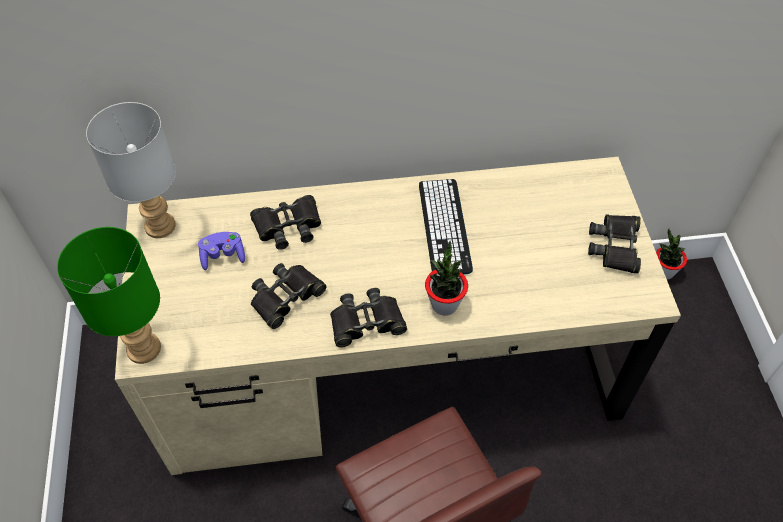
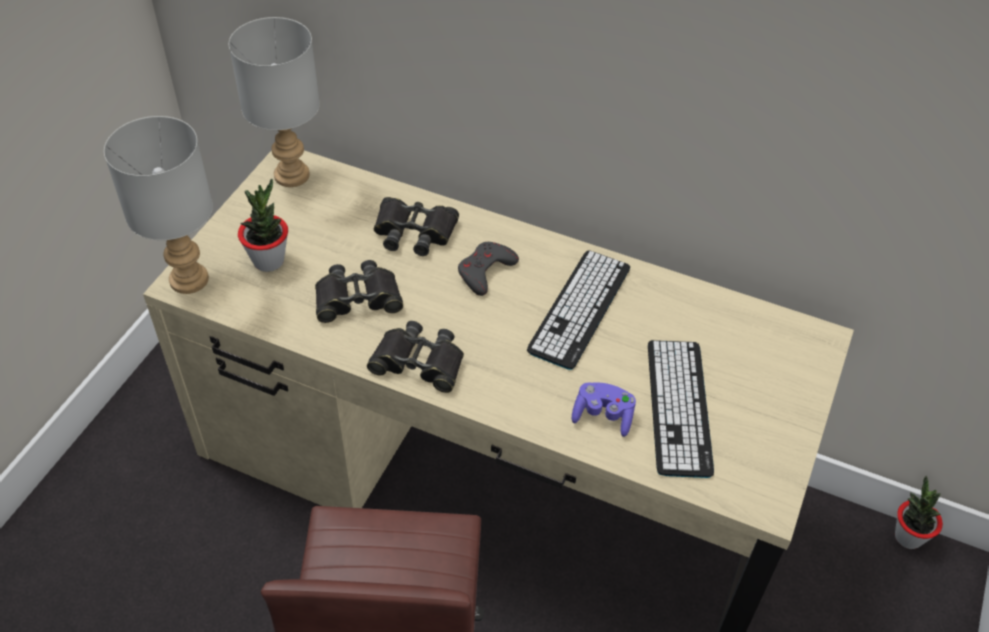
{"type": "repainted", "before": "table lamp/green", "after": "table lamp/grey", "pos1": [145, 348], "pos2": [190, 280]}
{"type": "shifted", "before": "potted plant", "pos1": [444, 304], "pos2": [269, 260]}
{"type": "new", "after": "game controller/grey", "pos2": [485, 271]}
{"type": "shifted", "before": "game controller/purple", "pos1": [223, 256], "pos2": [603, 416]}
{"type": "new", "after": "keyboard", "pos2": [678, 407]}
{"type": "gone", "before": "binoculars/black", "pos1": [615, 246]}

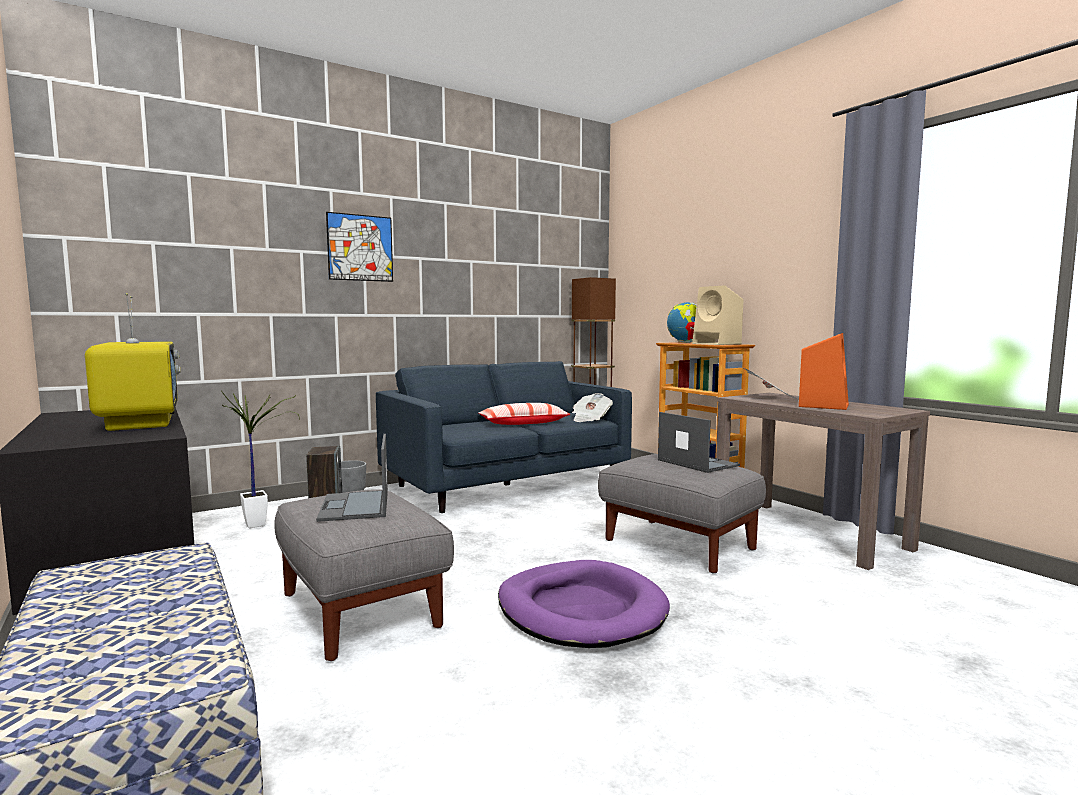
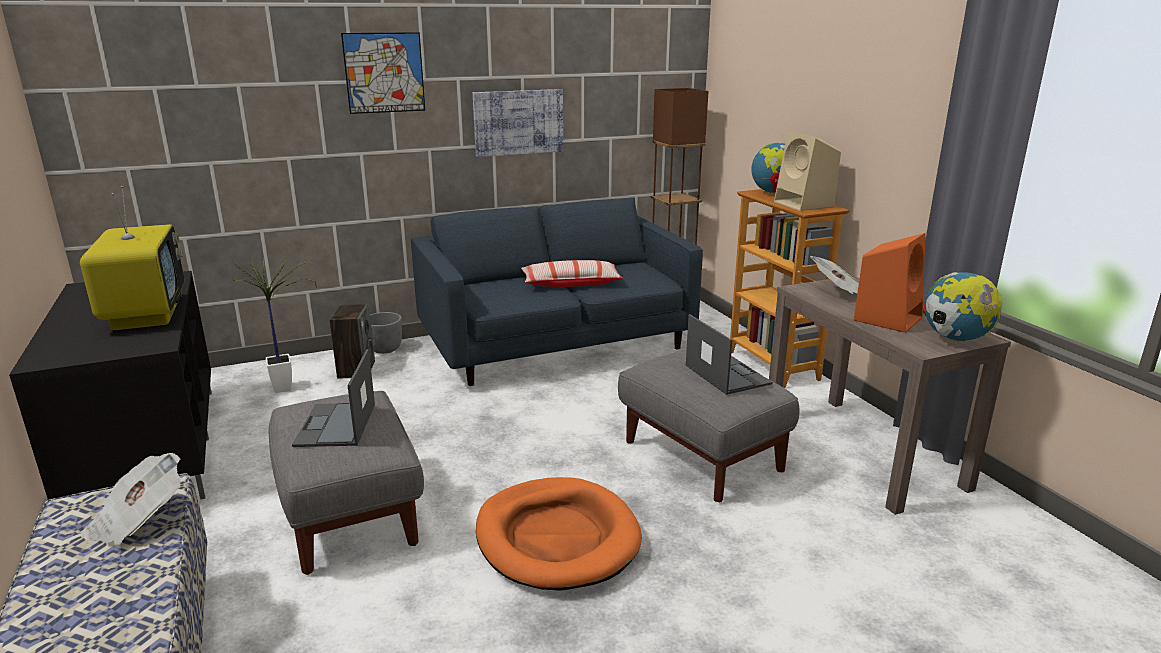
{"type": "shifted", "before": "newspaper", "pos1": [590, 419], "pos2": [137, 520]}
{"type": "new", "after": "picture", "pos2": [518, 122]}
{"type": "repainted", "before": "dog bed/purple", "after": "dog bed/orange", "pos1": [581, 610], "pos2": [557, 538]}
{"type": "new", "after": "globe", "pos2": [954, 339]}

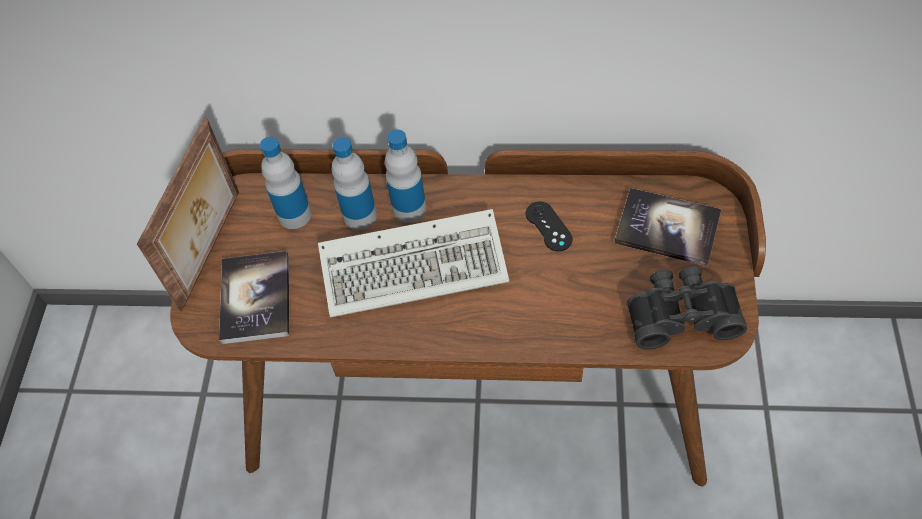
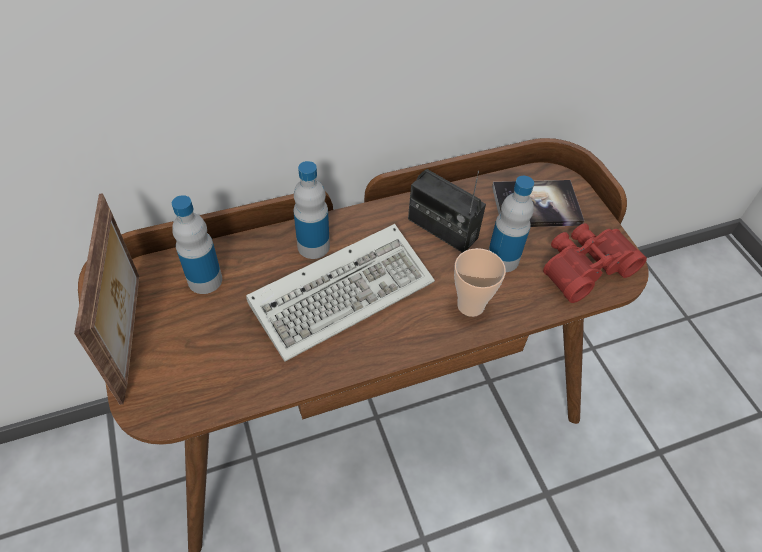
{"type": "swapped", "before": "game controller/black", "after": "radio", "pos1": [548, 226], "pos2": [442, 229]}
{"type": "new", "after": "cup", "pos2": [470, 305]}
{"type": "shifted", "before": "bottle", "pos1": [360, 215], "pos2": [502, 259]}
{"type": "repainted", "before": "binoculars/black", "after": "binoculars/red", "pos1": [680, 313], "pos2": [584, 267]}
{"type": "gone", "before": "book", "pos1": [255, 298]}

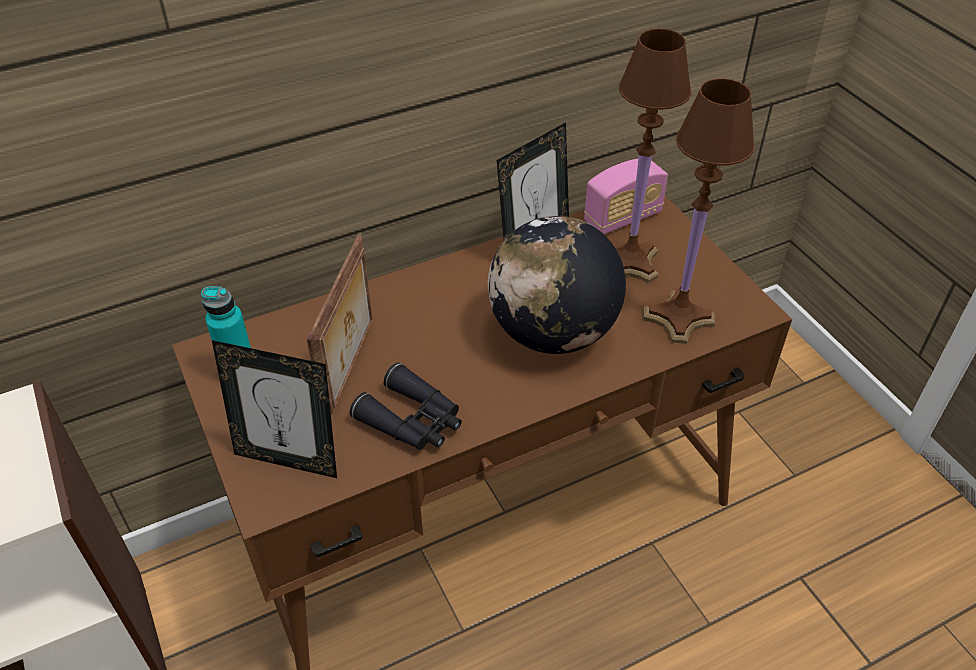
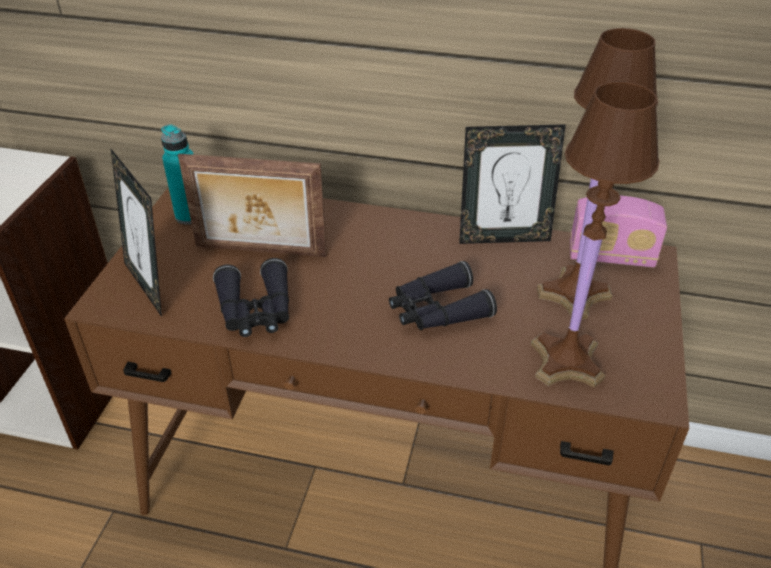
{"type": "rotated", "before": "picture frame", "pos1": [351, 369], "pos2": [260, 252], "turn": 45}
{"type": "swapped", "before": "globe", "after": "binoculars/black", "pos1": [552, 333], "pos2": [437, 310]}

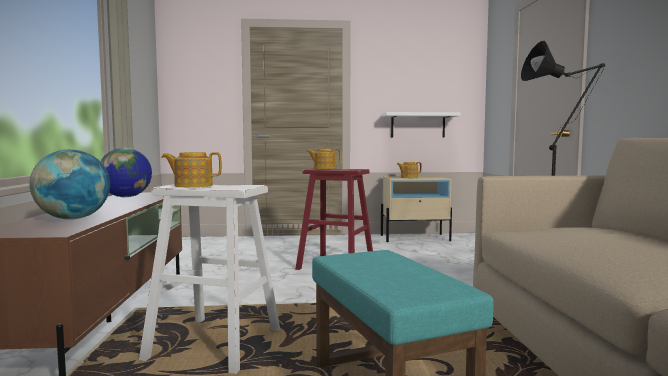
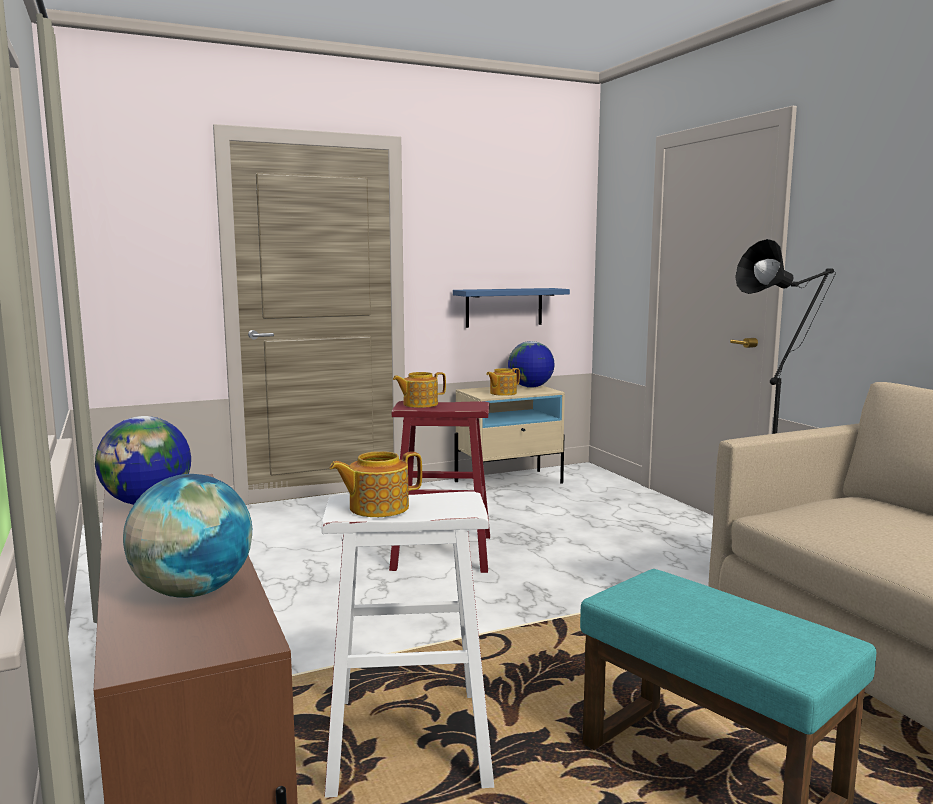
{"type": "repainted", "before": "shelf/white", "after": "shelf/blue", "pos1": [418, 125], "pos2": [504, 307]}
{"type": "new", "after": "globe", "pos2": [530, 387]}

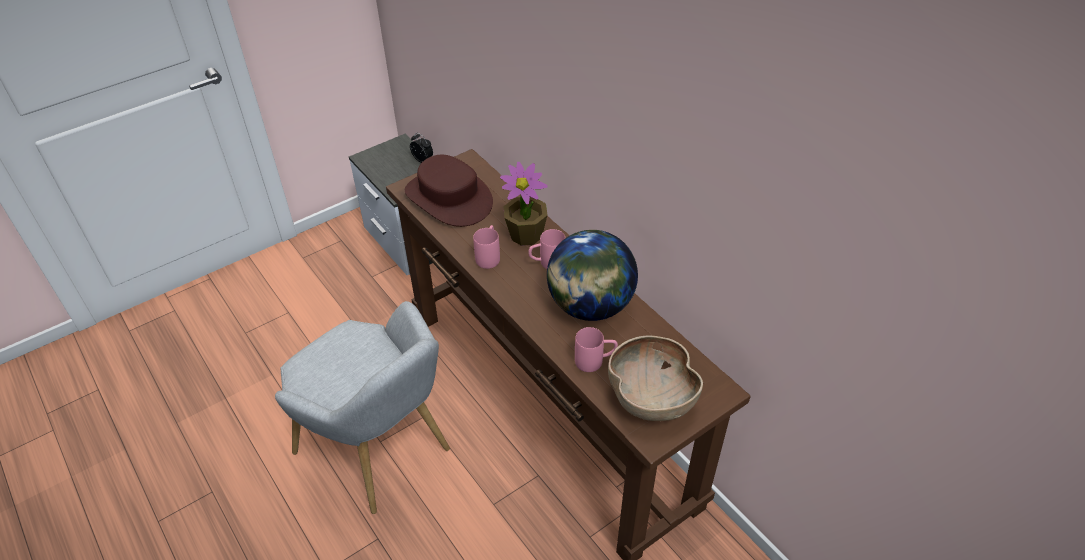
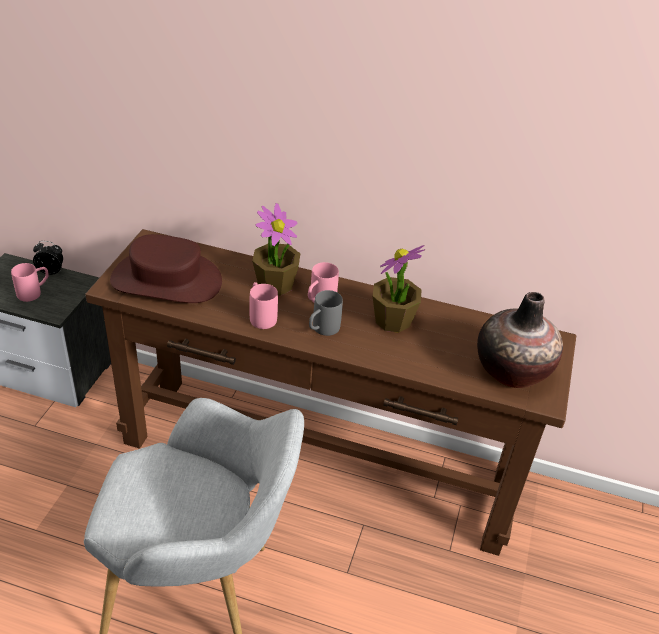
{"type": "shifted", "before": "mug/pink", "pos1": [595, 361], "pos2": [34, 292]}
{"type": "new", "after": "mug/grey", "pos2": [322, 330]}
{"type": "swapped", "before": "globe", "after": "potted plant", "pos1": [590, 306], "pos2": [393, 321]}
{"type": "swapped", "before": "bowl/brown", "after": "vase", "pos1": [650, 397], "pos2": [512, 370]}

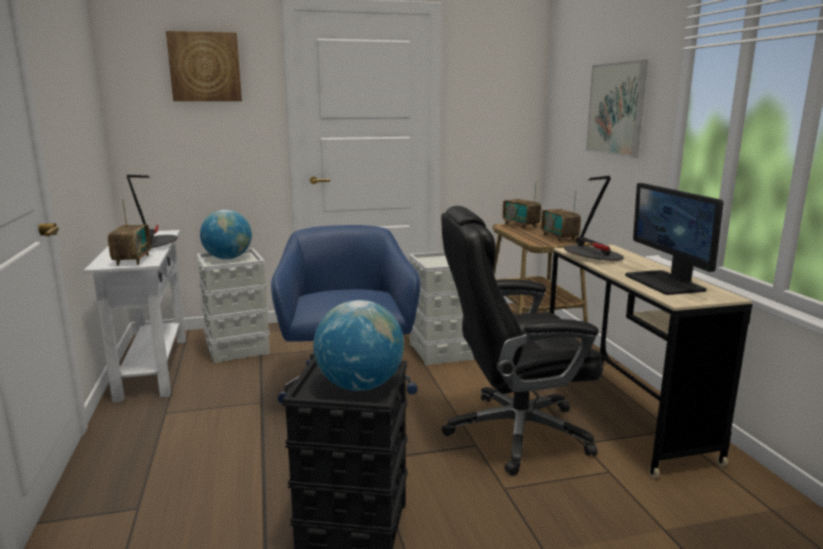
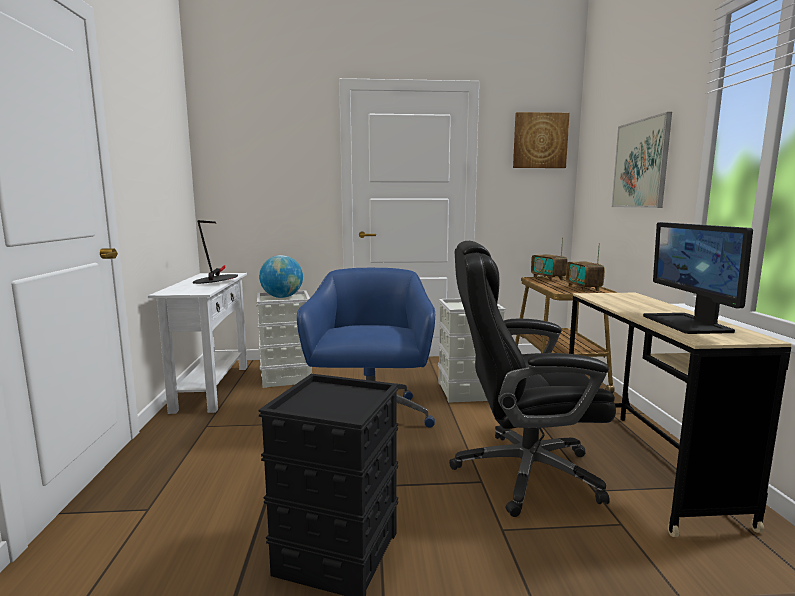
{"type": "shifted", "before": "picture", "pos1": [205, 67], "pos2": [540, 141]}
{"type": "gone", "before": "radio", "pos1": [132, 260]}
{"type": "gone", "before": "globe", "pos1": [360, 386]}
{"type": "gone", "before": "table lamp", "pos1": [593, 256]}

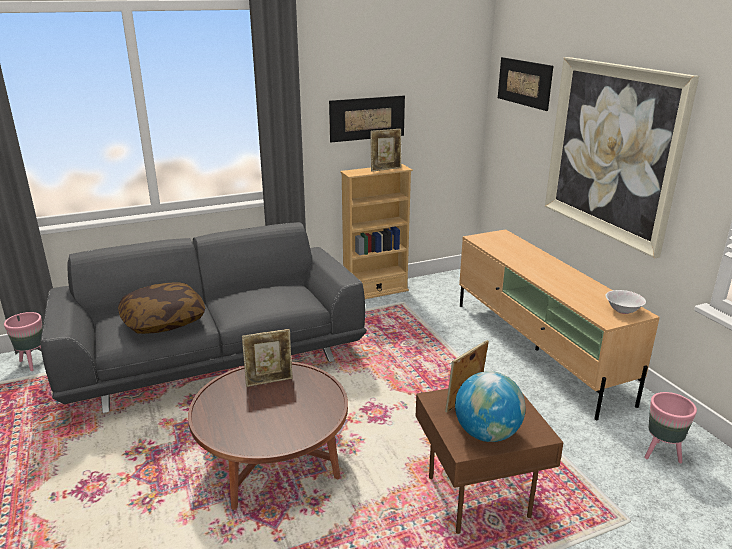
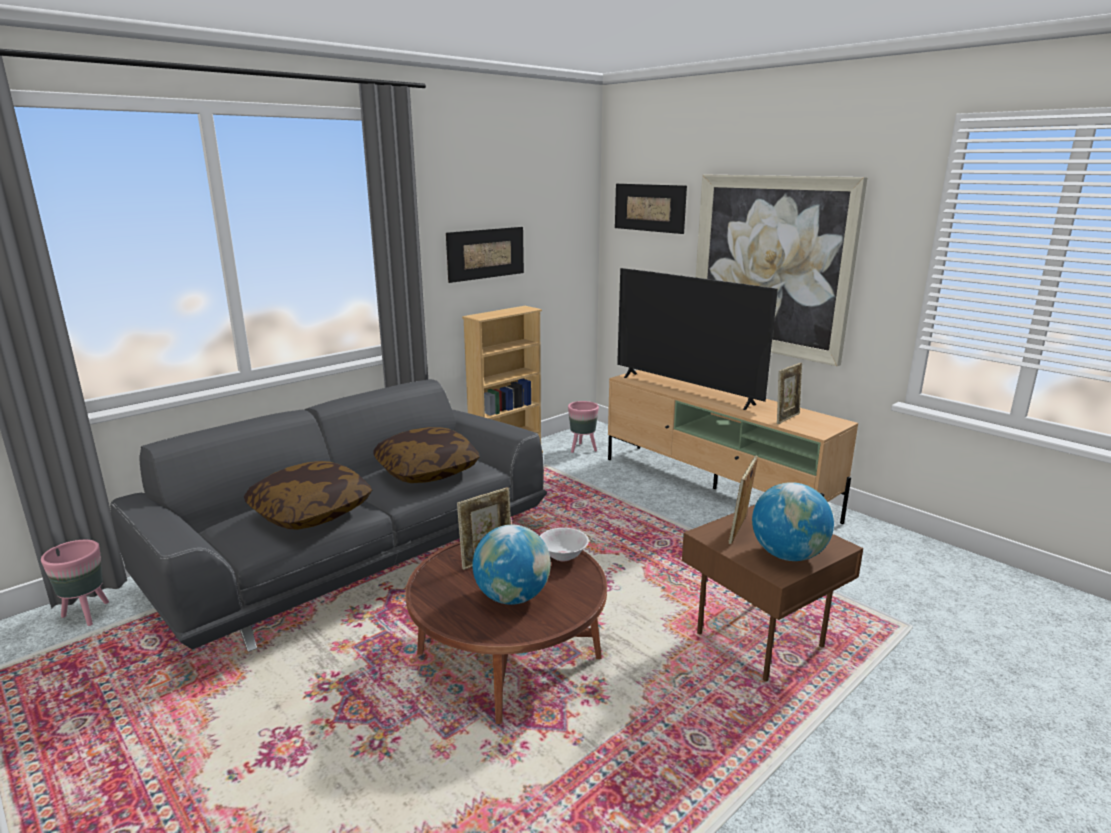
{"type": "new", "after": "pillow", "pos2": [427, 471]}
{"type": "new", "after": "globe", "pos2": [512, 597]}
{"type": "shifted", "before": "bowl/white", "pos1": [622, 310], "pos2": [563, 556]}
{"type": "shifted", "before": "planter/pink", "pos1": [661, 454], "pos2": [583, 449]}
{"type": "new", "after": "television", "pos2": [686, 390]}
{"type": "shifted", "before": "picture frame", "pos1": [385, 169], "pos2": [786, 418]}

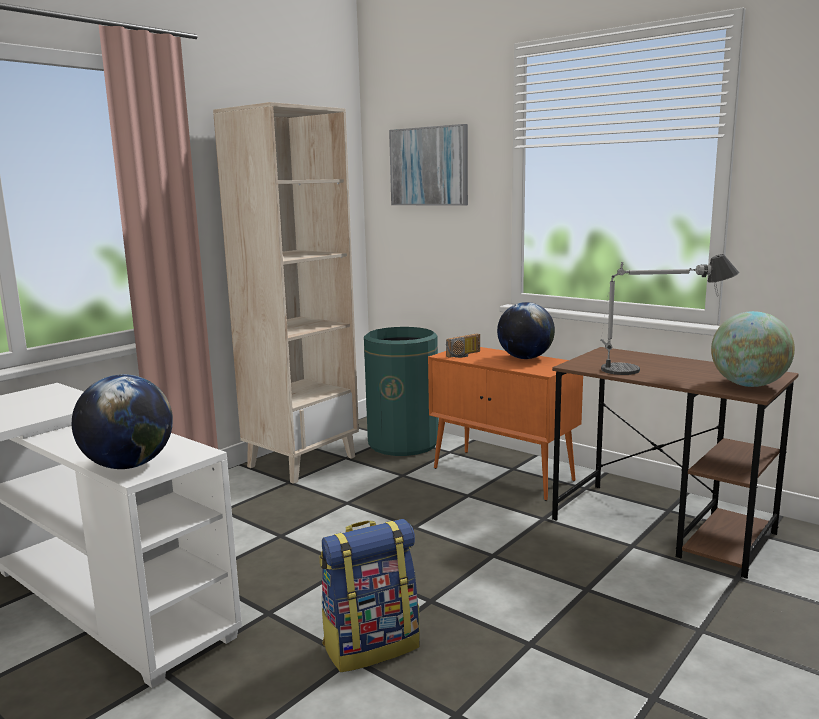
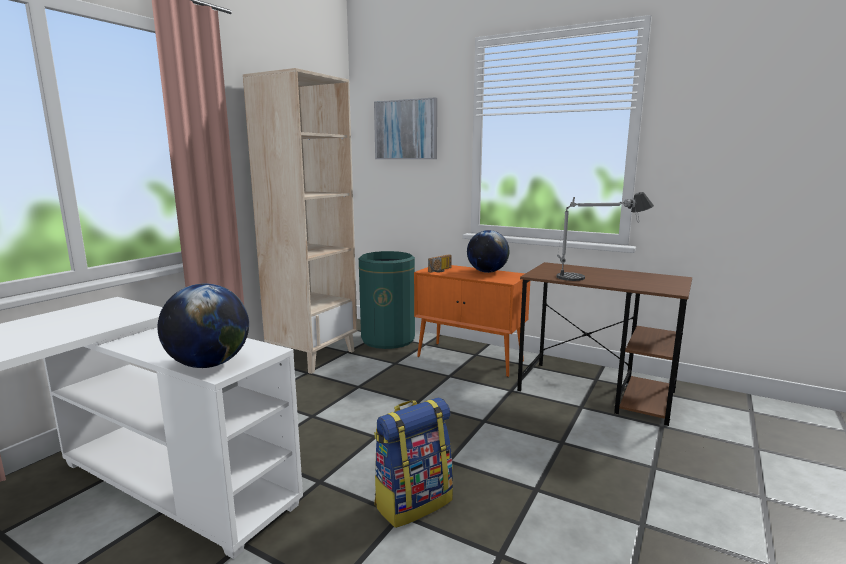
{"type": "gone", "before": "globe", "pos1": [748, 385]}

